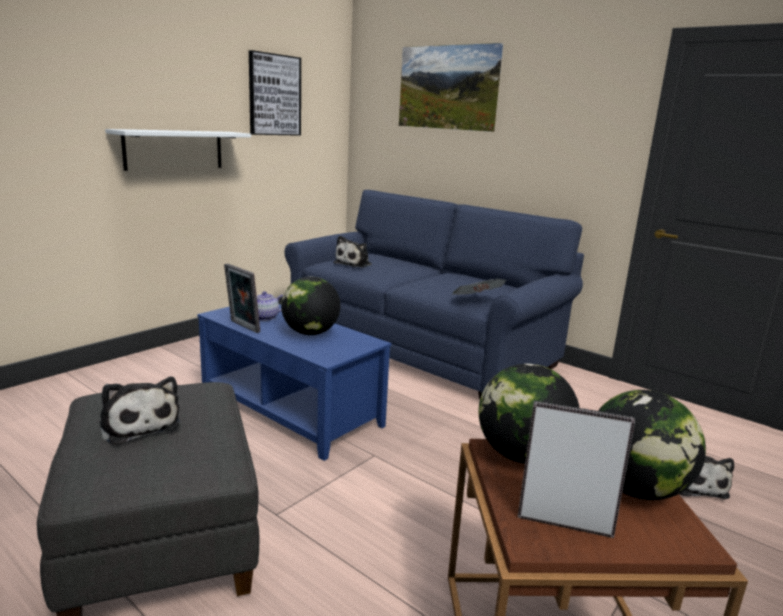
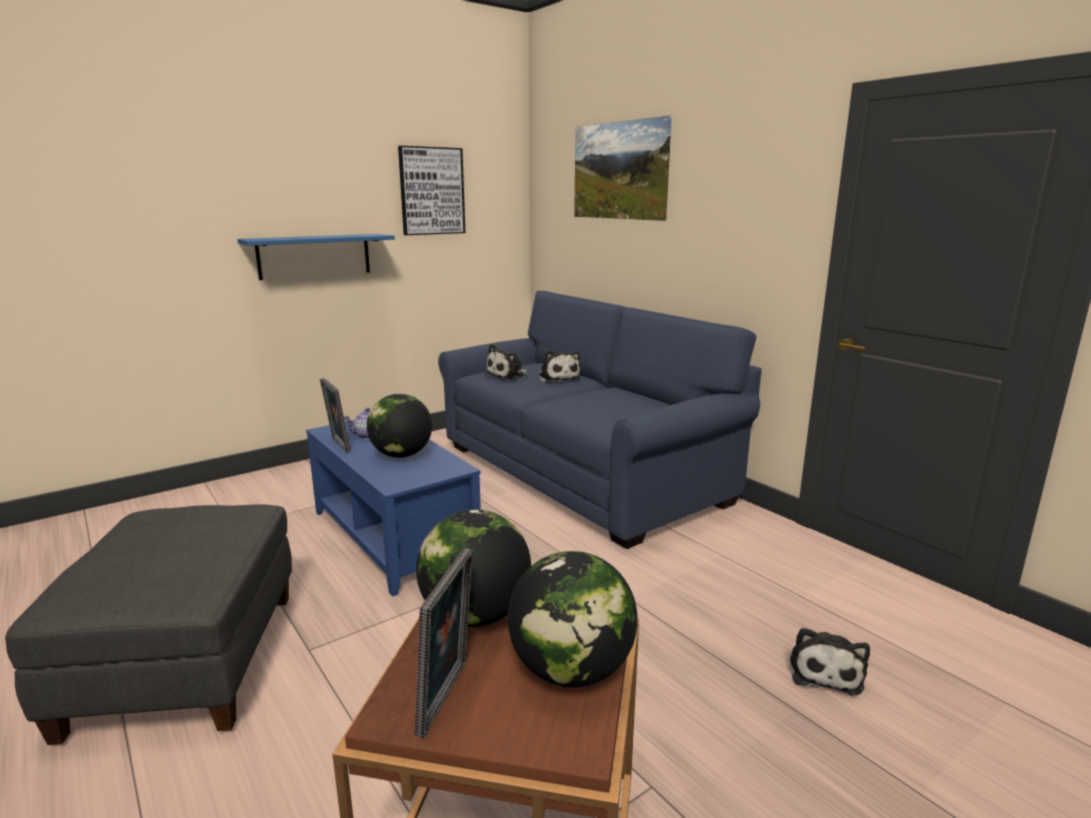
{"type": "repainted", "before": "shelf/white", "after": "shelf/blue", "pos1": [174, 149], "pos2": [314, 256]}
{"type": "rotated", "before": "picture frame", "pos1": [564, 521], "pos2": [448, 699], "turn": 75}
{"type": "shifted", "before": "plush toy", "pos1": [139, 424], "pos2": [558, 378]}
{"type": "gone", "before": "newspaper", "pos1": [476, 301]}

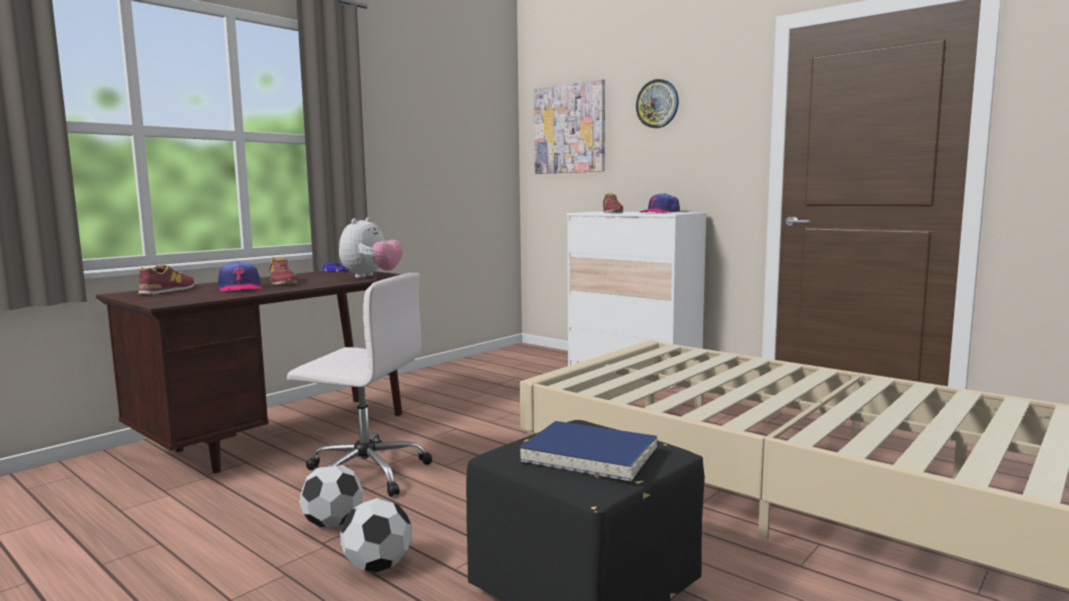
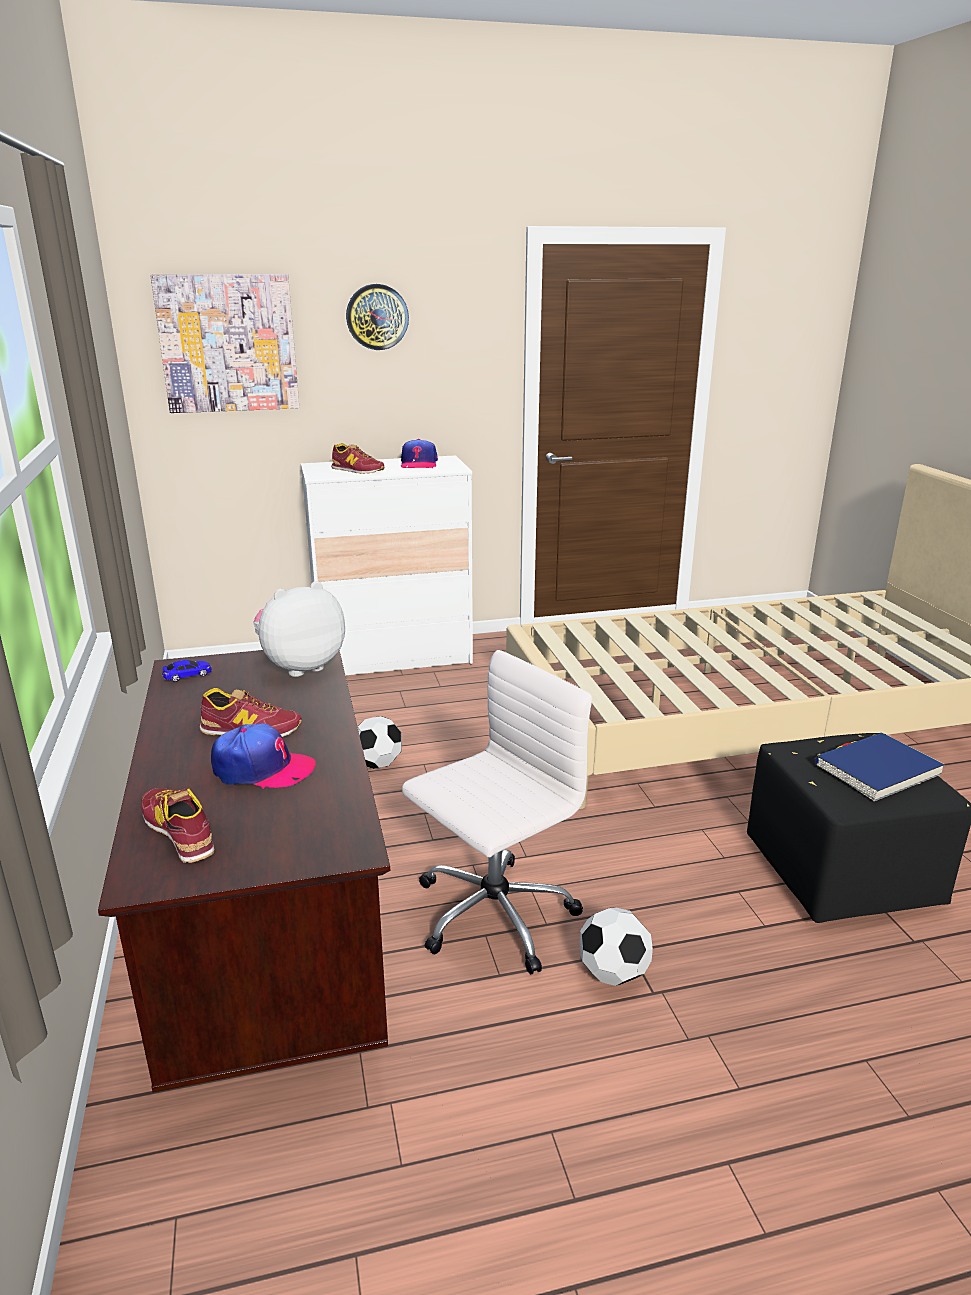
{"type": "rotated", "before": "plush toy", "pos1": [371, 276], "pos2": [301, 666], "turn": -90}
{"type": "shifted", "before": "football", "pos1": [378, 566], "pos2": [378, 764]}

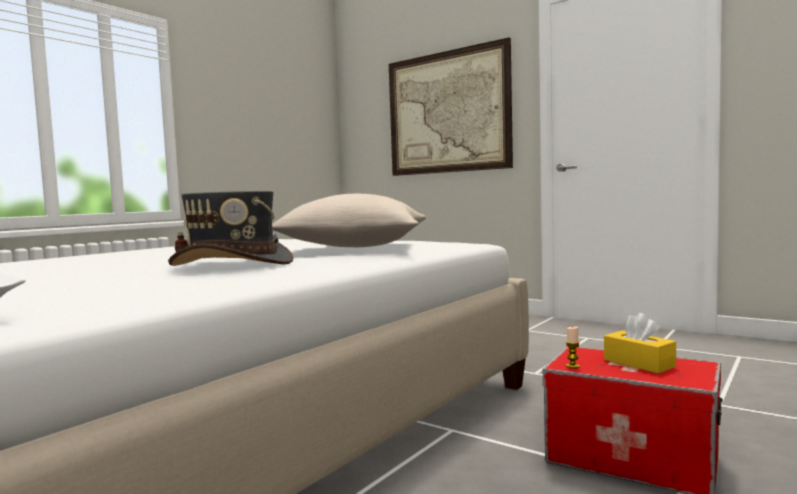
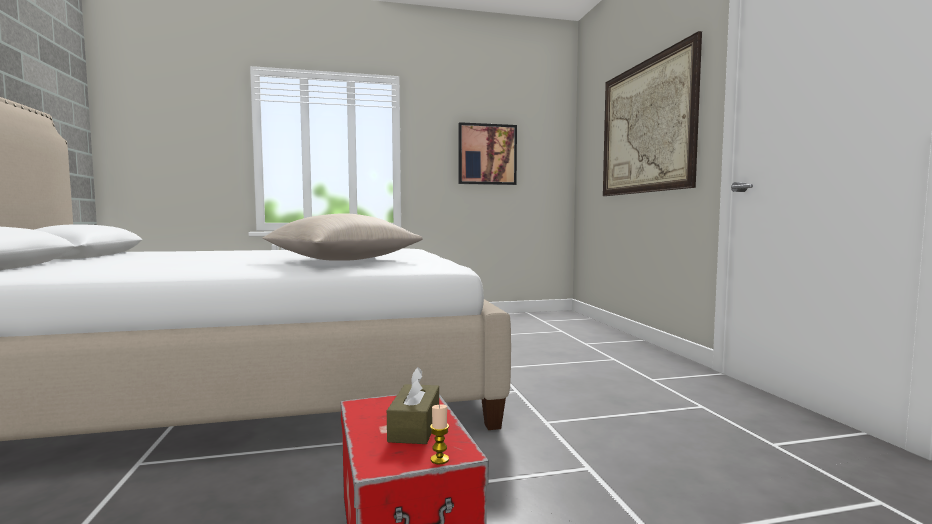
{"type": "repainted", "before": "tissue box/yellow", "after": "tissue box/brown", "pos1": [638, 363], "pos2": [415, 427]}
{"type": "shifted", "before": "candle", "pos1": [572, 366], "pos2": [439, 459]}
{"type": "new", "after": "picture", "pos2": [487, 154]}
{"type": "gone", "before": "hat/grey", "pos1": [232, 264]}

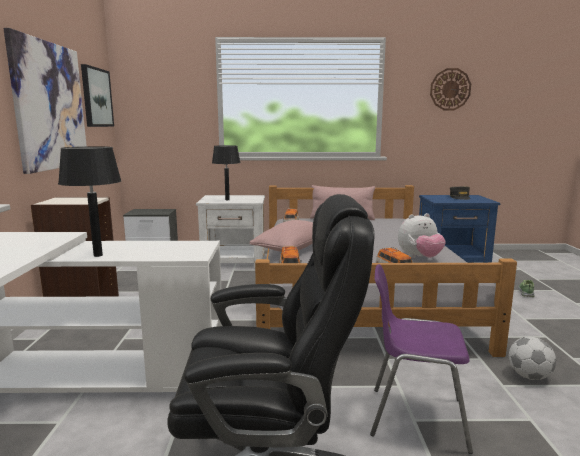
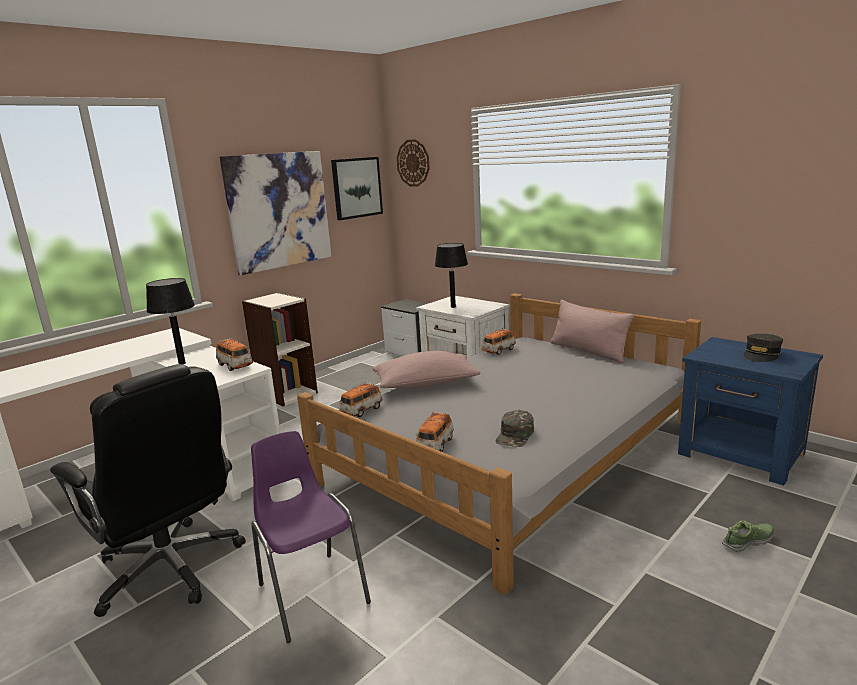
{"type": "new", "after": "toy car", "pos2": [235, 366]}
{"type": "shifted", "before": "wall clock", "pos1": [450, 89], "pos2": [413, 163]}
{"type": "swapped", "before": "plush toy", "after": "cap/green", "pos1": [419, 258], "pos2": [515, 435]}
{"type": "gone", "before": "football", "pos1": [529, 376]}

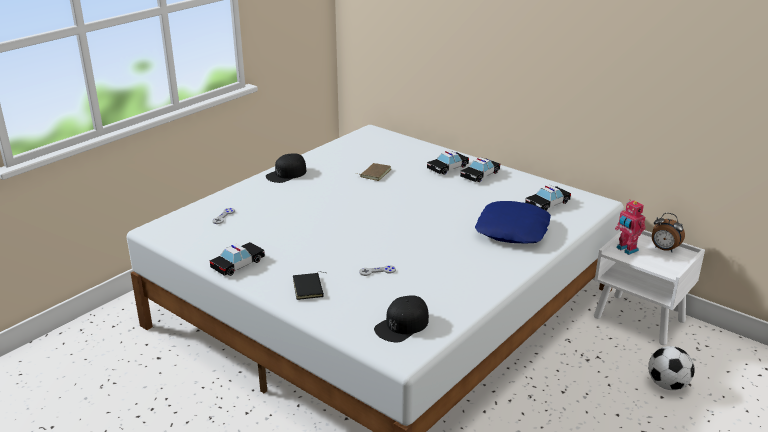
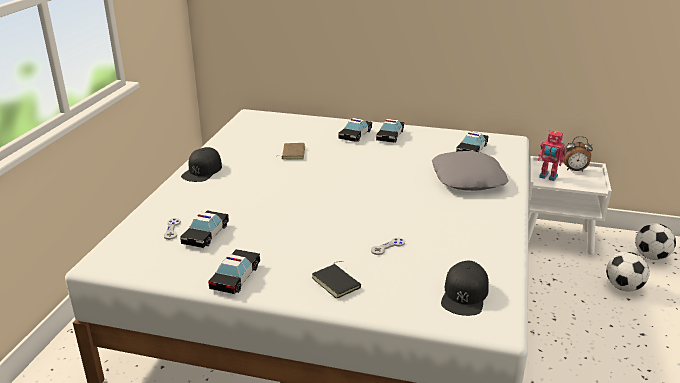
{"type": "new", "after": "toy car", "pos2": [205, 234]}
{"type": "repainted", "before": "pillow/blue", "after": "pillow/grey", "pos1": [513, 230], "pos2": [468, 179]}
{"type": "new", "after": "football", "pos2": [651, 256]}

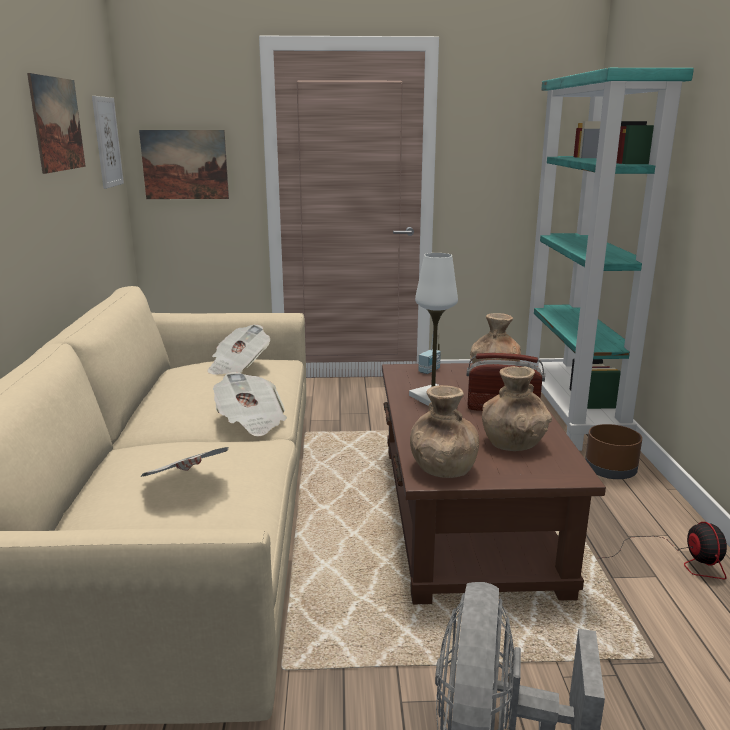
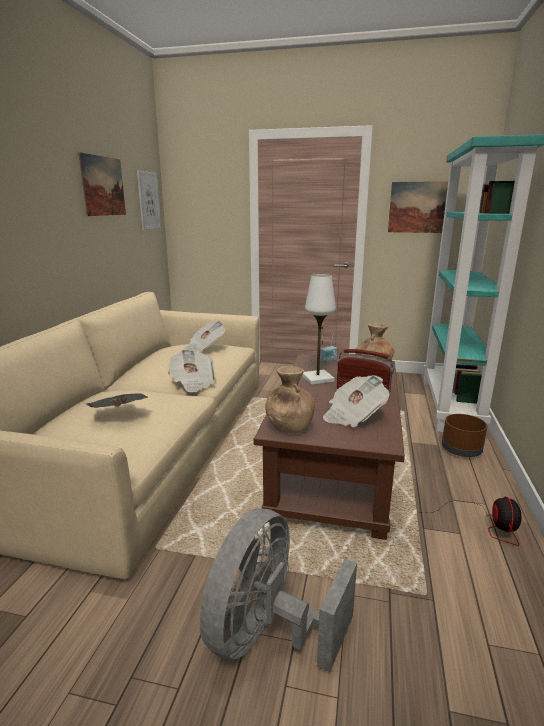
{"type": "swapped", "before": "vase/brown", "after": "newspaper", "pos1": [512, 444], "pos2": [353, 416]}
{"type": "shifted", "before": "picture", "pos1": [185, 164], "pos2": [420, 207]}

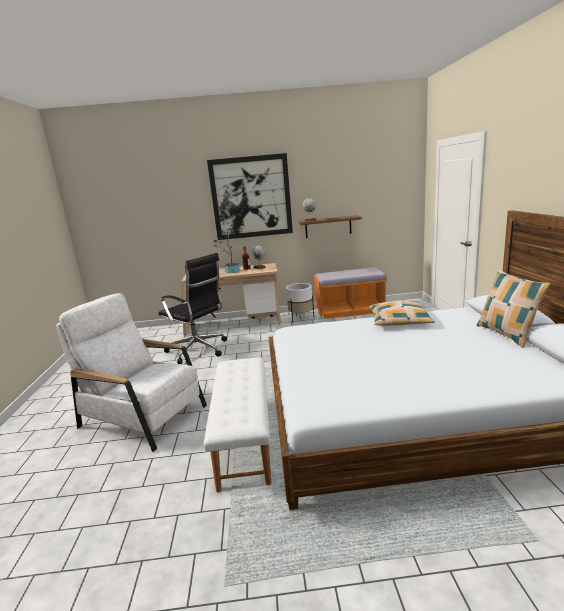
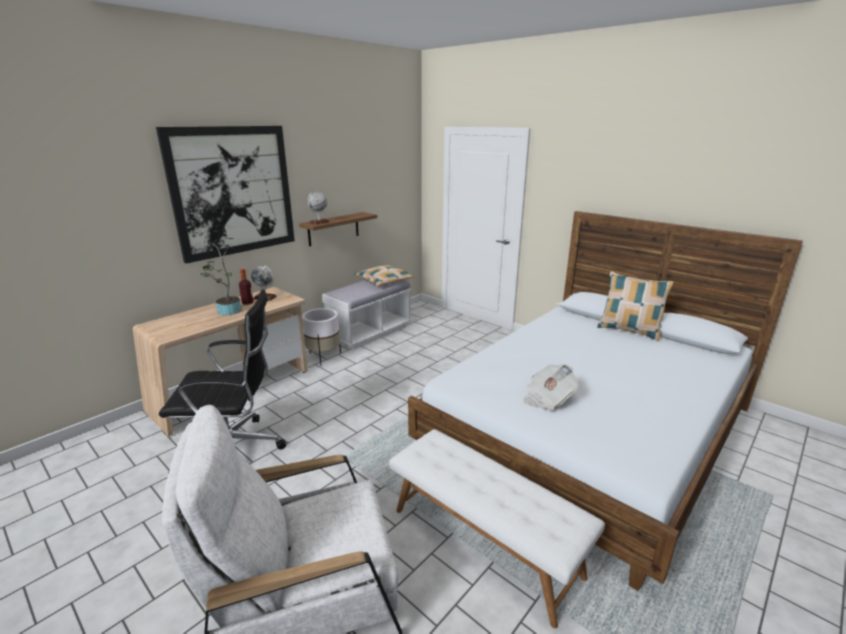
{"type": "repainted", "before": "bench/orange", "after": "bench/white", "pos1": [350, 311], "pos2": [370, 332]}
{"type": "shifted", "before": "pillow", "pos1": [399, 321], "pos2": [384, 281]}
{"type": "new", "after": "newspaper", "pos2": [548, 399]}

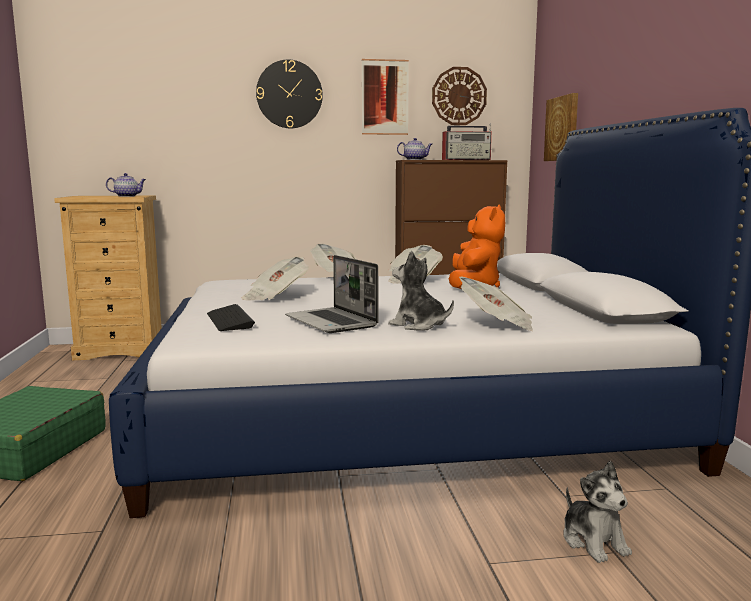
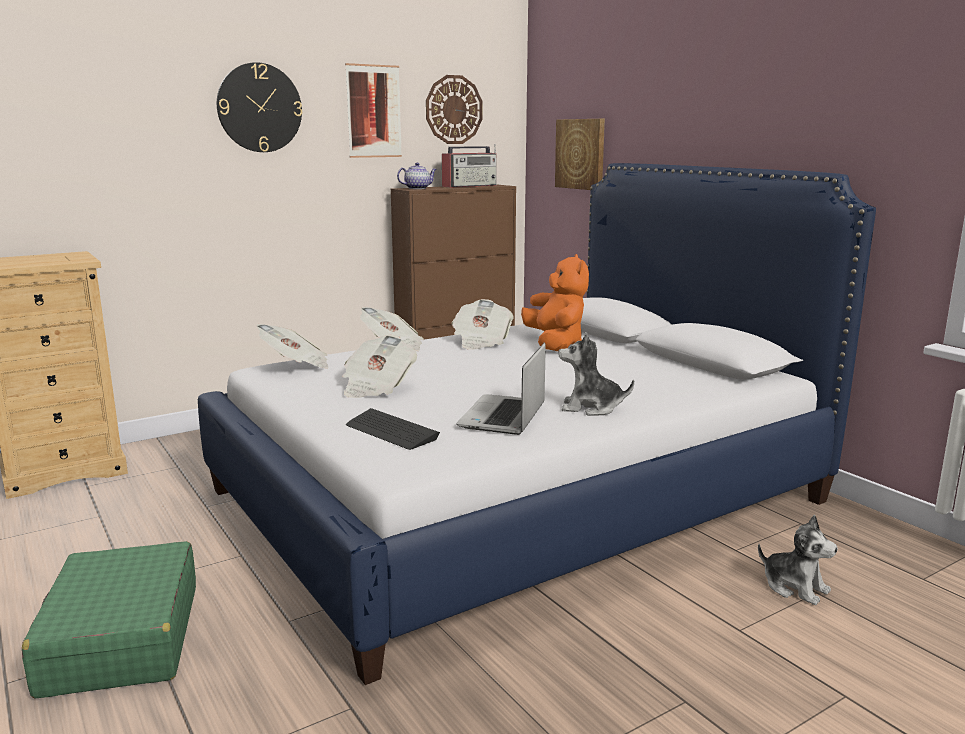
{"type": "shifted", "before": "newspaper", "pos1": [497, 324], "pos2": [296, 365]}
{"type": "rotated", "before": "laptop", "pos1": [332, 322], "pos2": [503, 417], "turn": 75}
{"type": "gone", "before": "teapot", "pos1": [127, 196]}

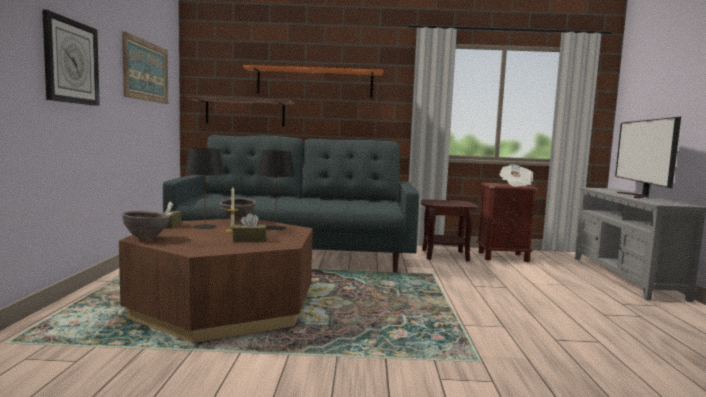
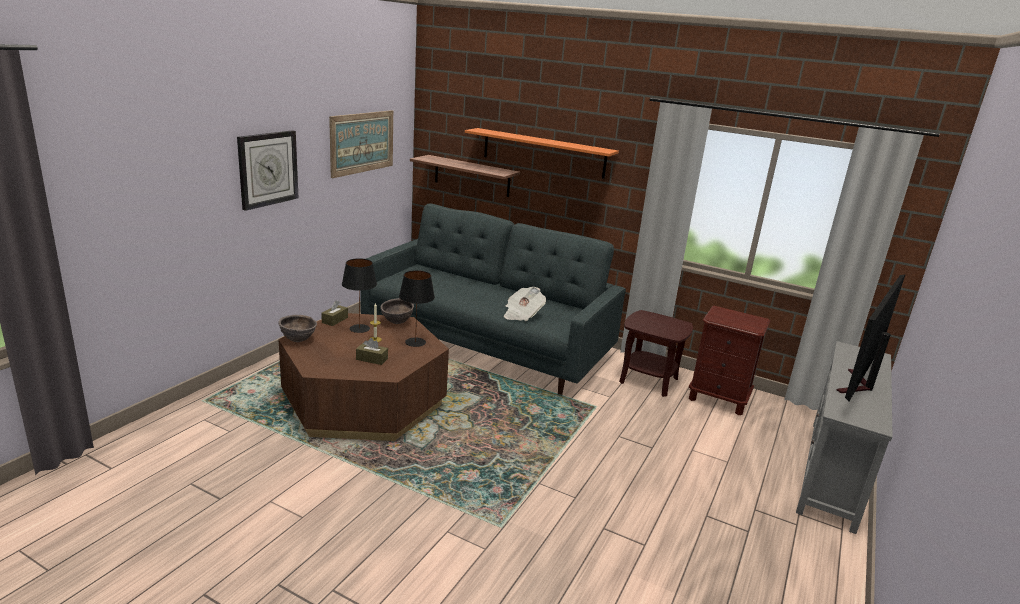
{"type": "shifted", "before": "newspaper", "pos1": [515, 185], "pos2": [522, 314]}

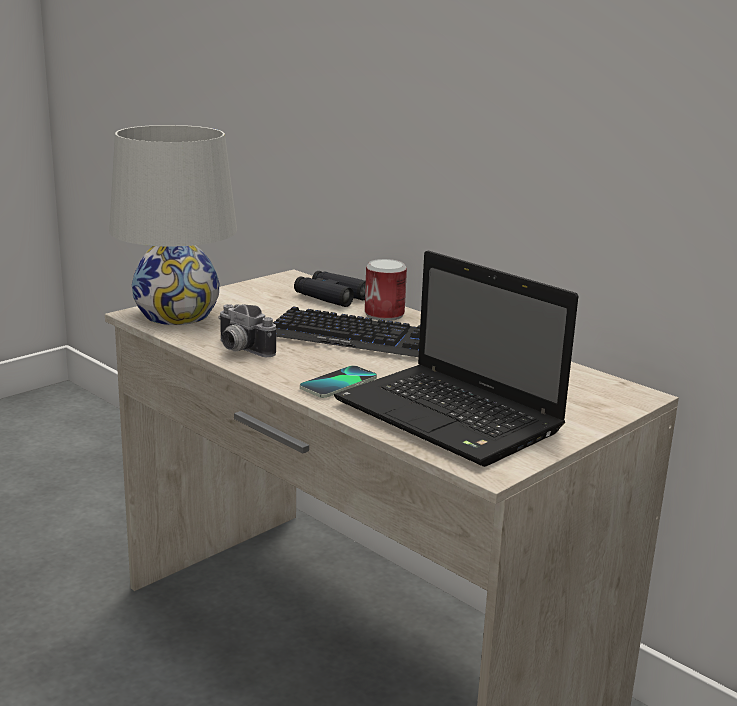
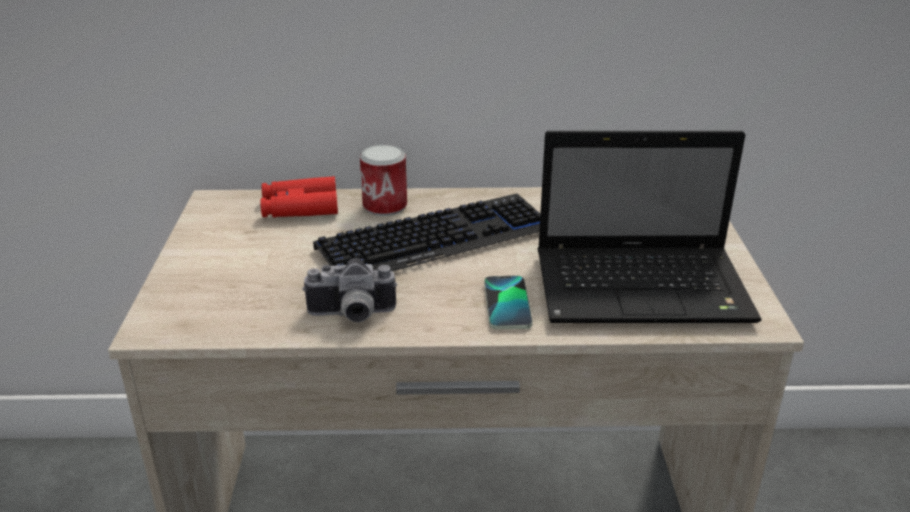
{"type": "repainted", "before": "binoculars/black", "after": "binoculars/red", "pos1": [331, 297], "pos2": [300, 207]}
{"type": "gone", "before": "table lamp/white", "pos1": [176, 314]}

